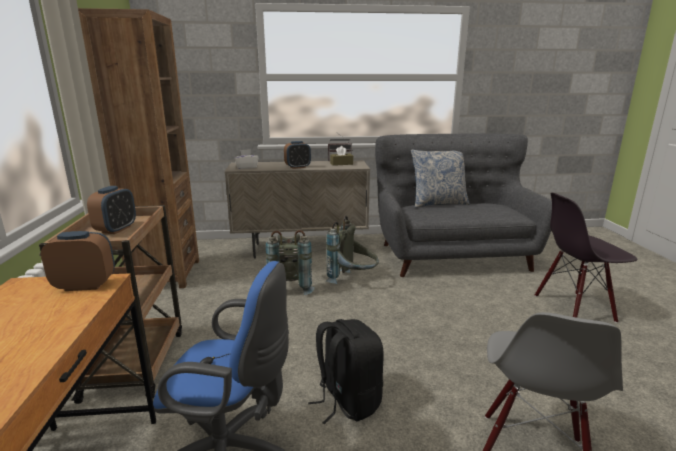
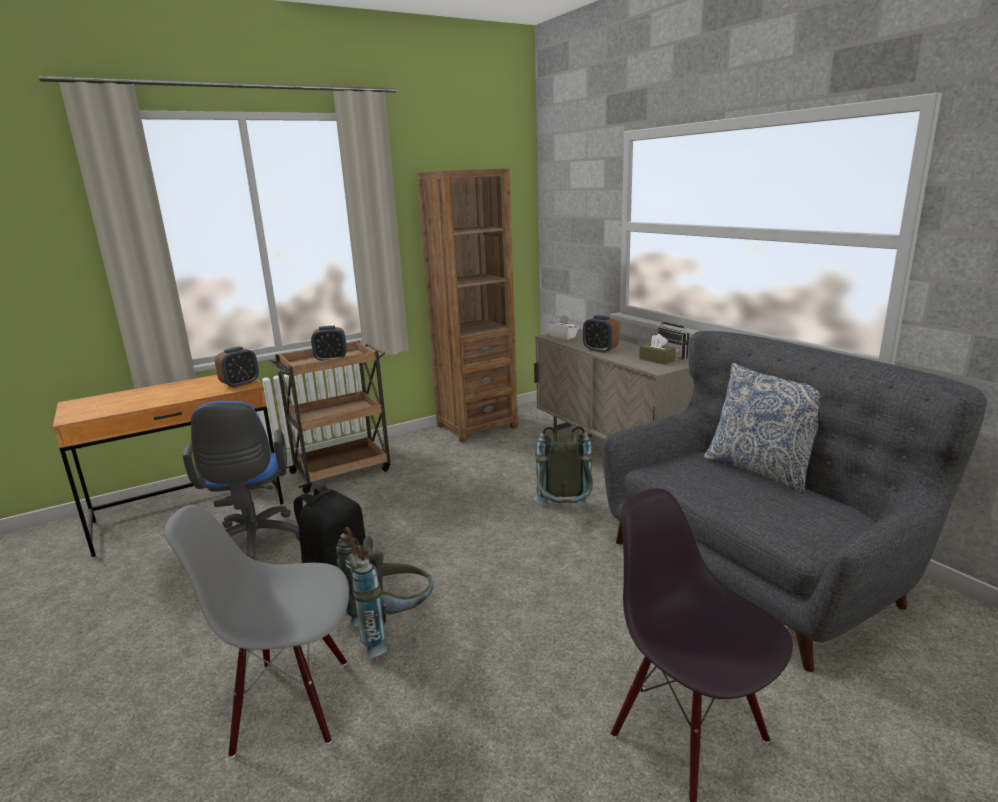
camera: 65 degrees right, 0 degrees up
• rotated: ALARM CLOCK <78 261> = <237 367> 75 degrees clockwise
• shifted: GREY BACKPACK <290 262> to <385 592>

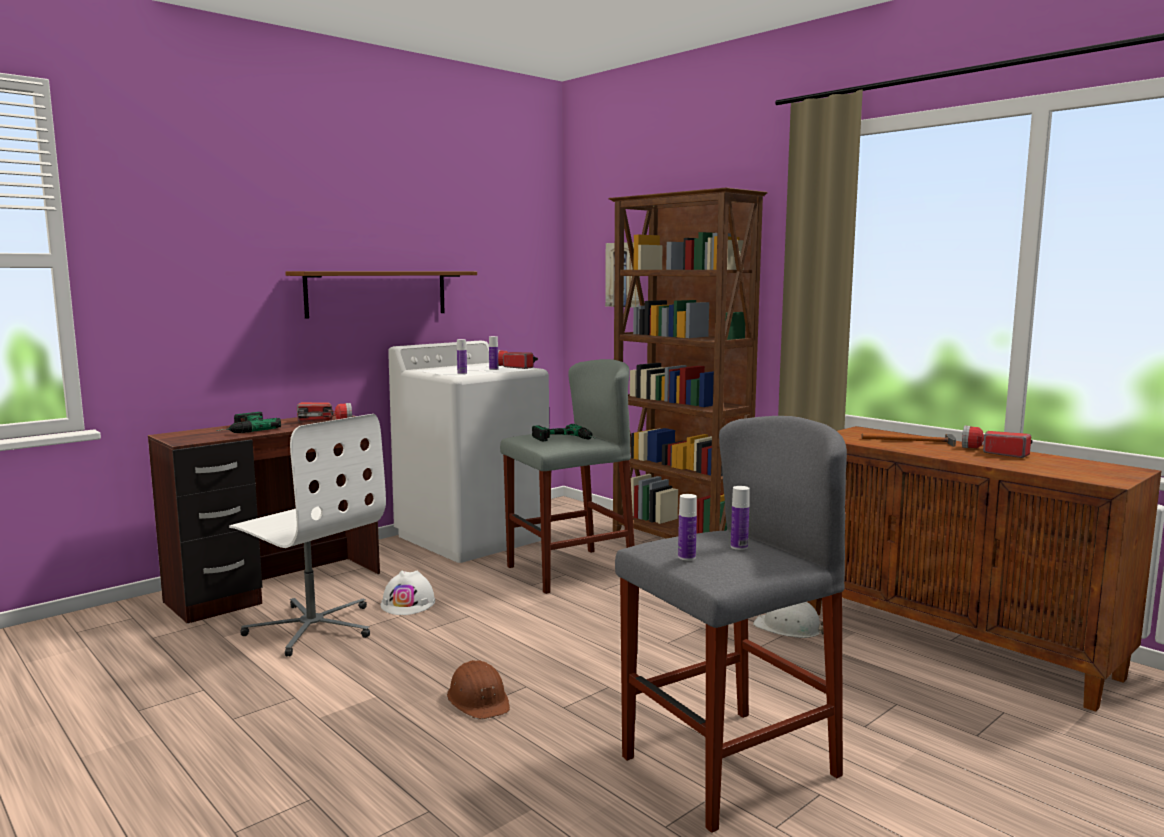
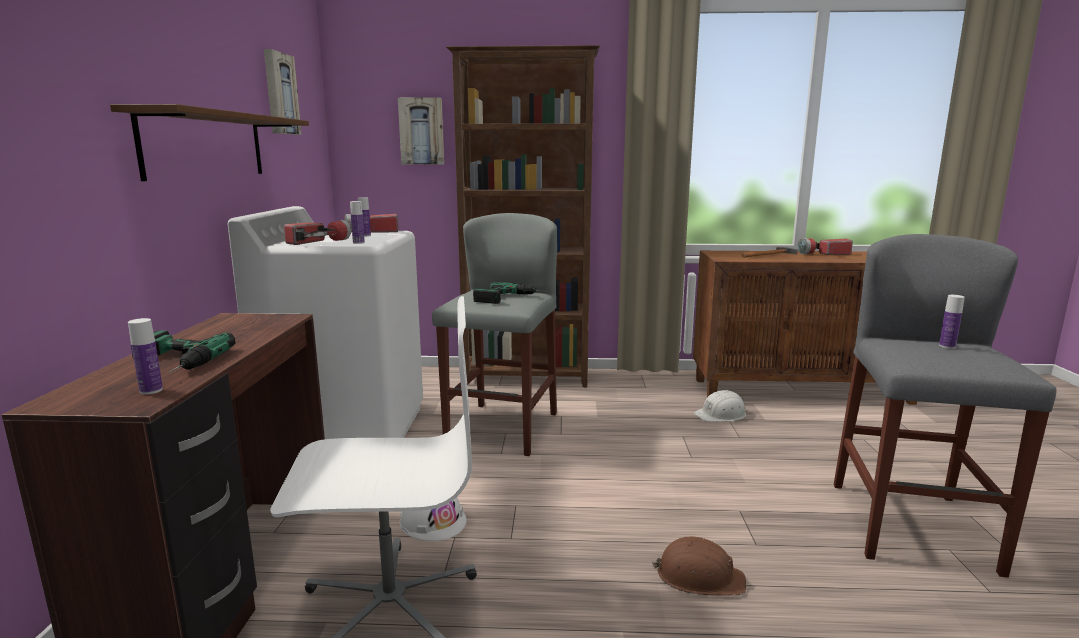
camera: 45 degrees left, 5 degrees up
• shifted: FLASHLIGHT <324 412> to <317 232>
• shifted: BOTTLE <687 527> to <145 356>
• new: PICTURE <283 92>

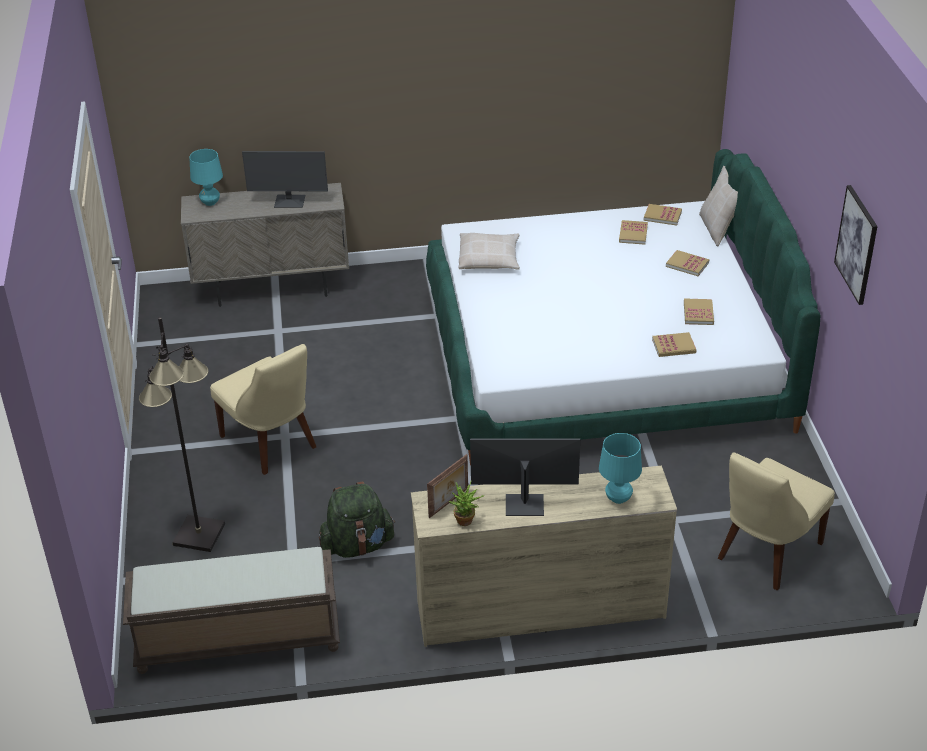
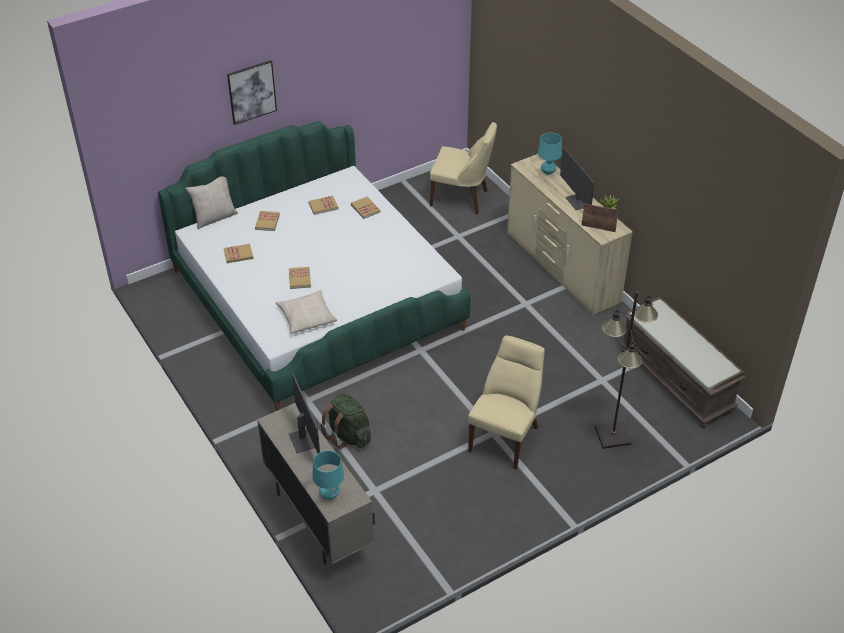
camera: 115 degrees left, 5 degrees up
• shifted: GREEN BACKPACK <357 519> to <345 421>
• shifted: BOOK <662 215> to <300 278>
• shifted: PICTURE <855 245> to <252 92>

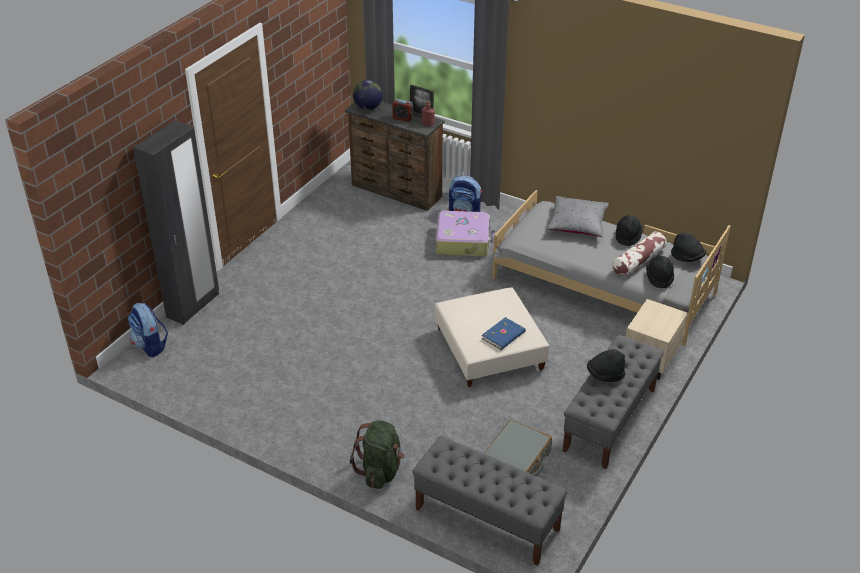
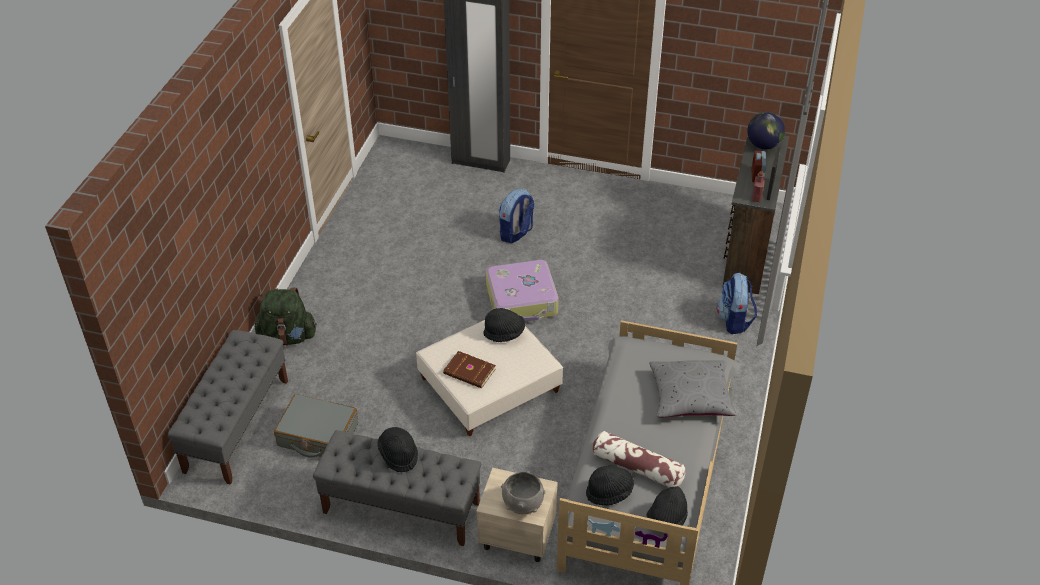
camera: 75 degrees right, 5 degrees up
• shifted: BACKPACK <148 329> to <517 215>
• shifted: SUITCASE <465 234> to <522 290>
• repainted: BLUE BOOK <504 333> to BROWN BOOK <469 370>
• shifted: BLACK HAT <629 230> to <504 325>
• new: GREY BOWL <523 492>

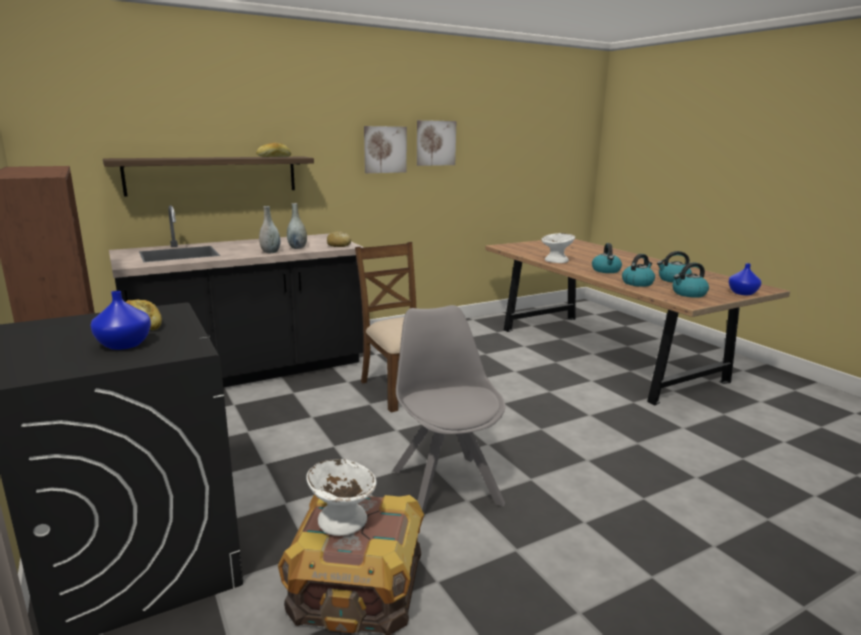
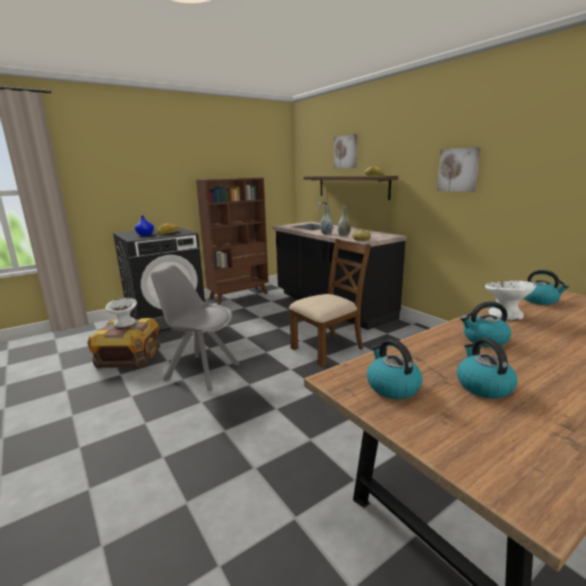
camera: 85 degrees right, 0 degrees up
• rotated: GREY CHAIR <448 411> = <195 328> 135 degrees counterclockwise
• shifted: PICTURE <436 143> to <345 151>
• shifted: KETTLE <638 270> to <546 287>
• gone: BLUE VASE <745 279>

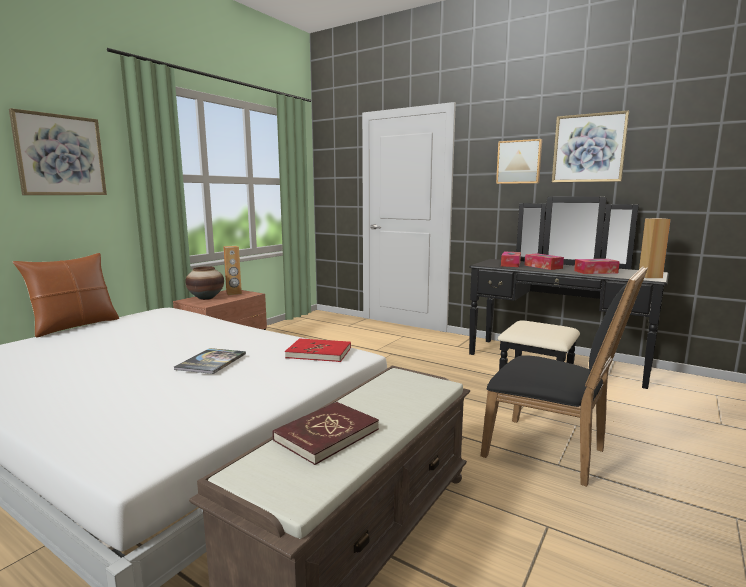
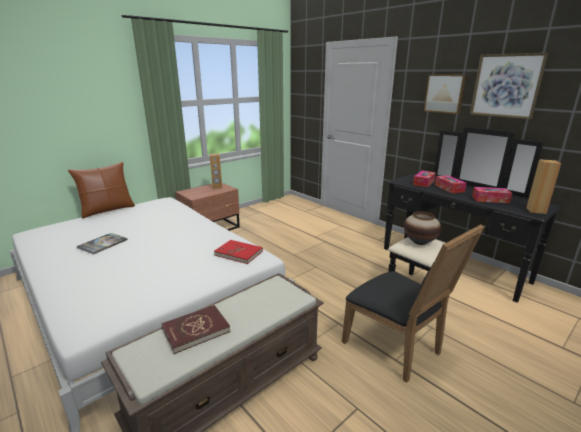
camera: 15 degrees right, 10 degrees up
• gone: PICTURE <58 151>
• shifted: BOOK <210 361> to <102 243>
• shifted: VASE <204 283> to <422 228>

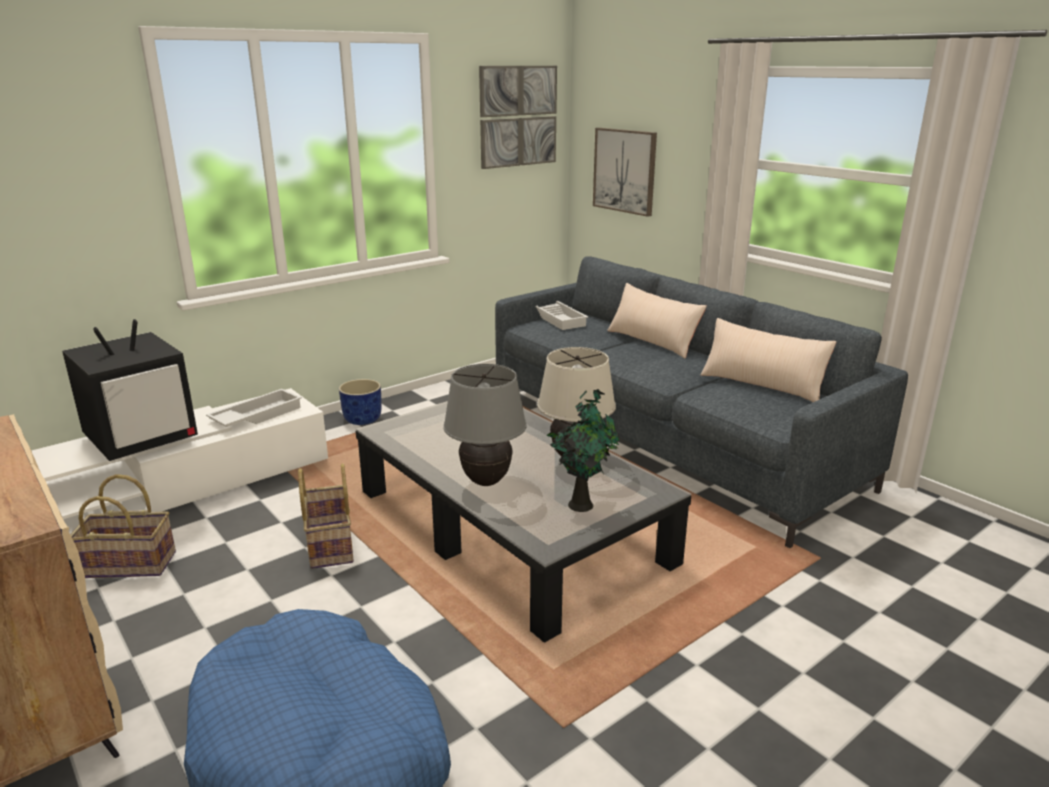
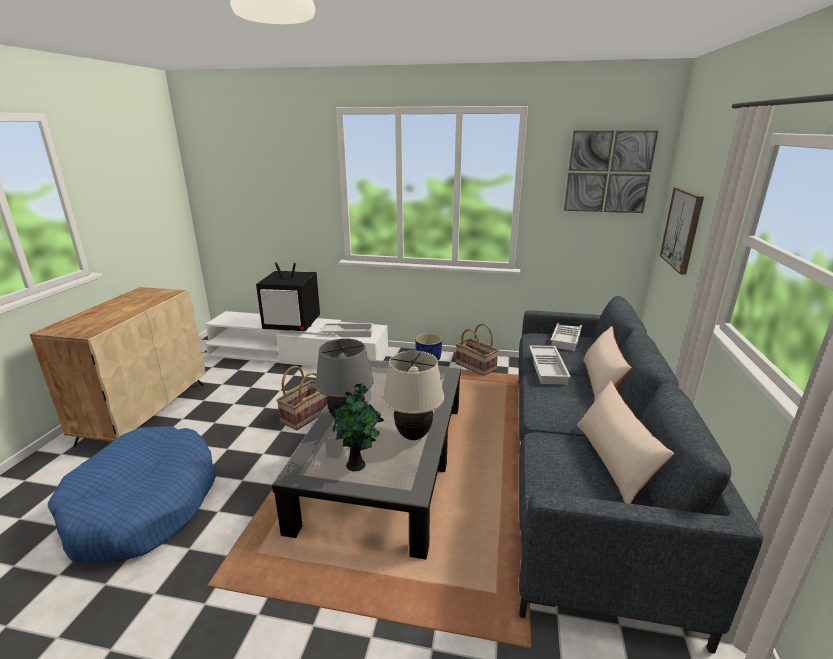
camera: 50 degrees right, 0 degrees up
• shifted: BASKET <123 526> to <477 349>
• new: WHITE TRAY <550 365>

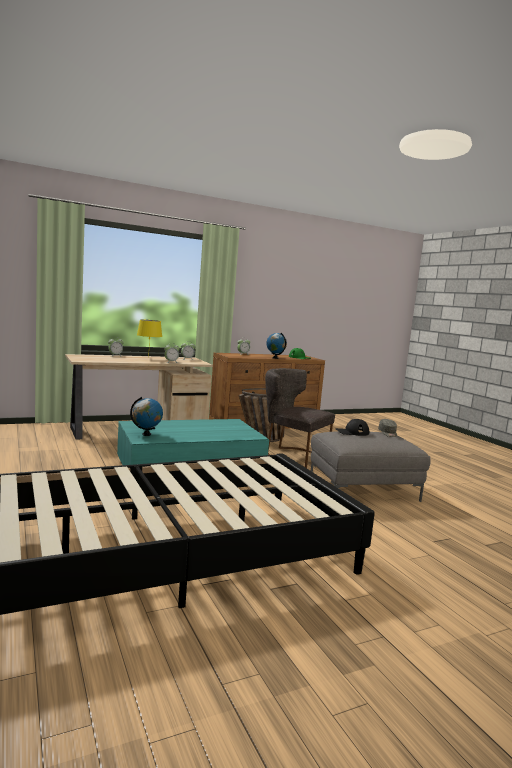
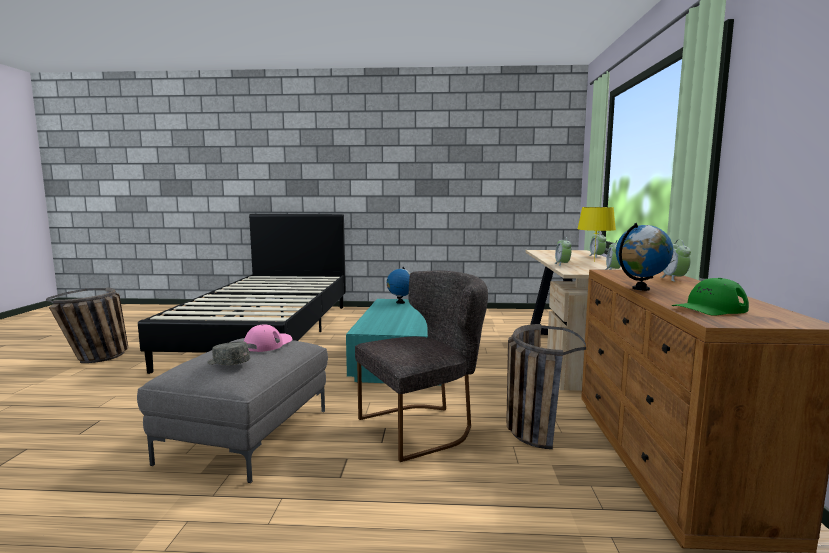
camera: 120 degrees right, 0 degrees up
• repainted: BLACK CAP <352 427> to PINK CAP <268 338>
• new: BASKET <87 325>

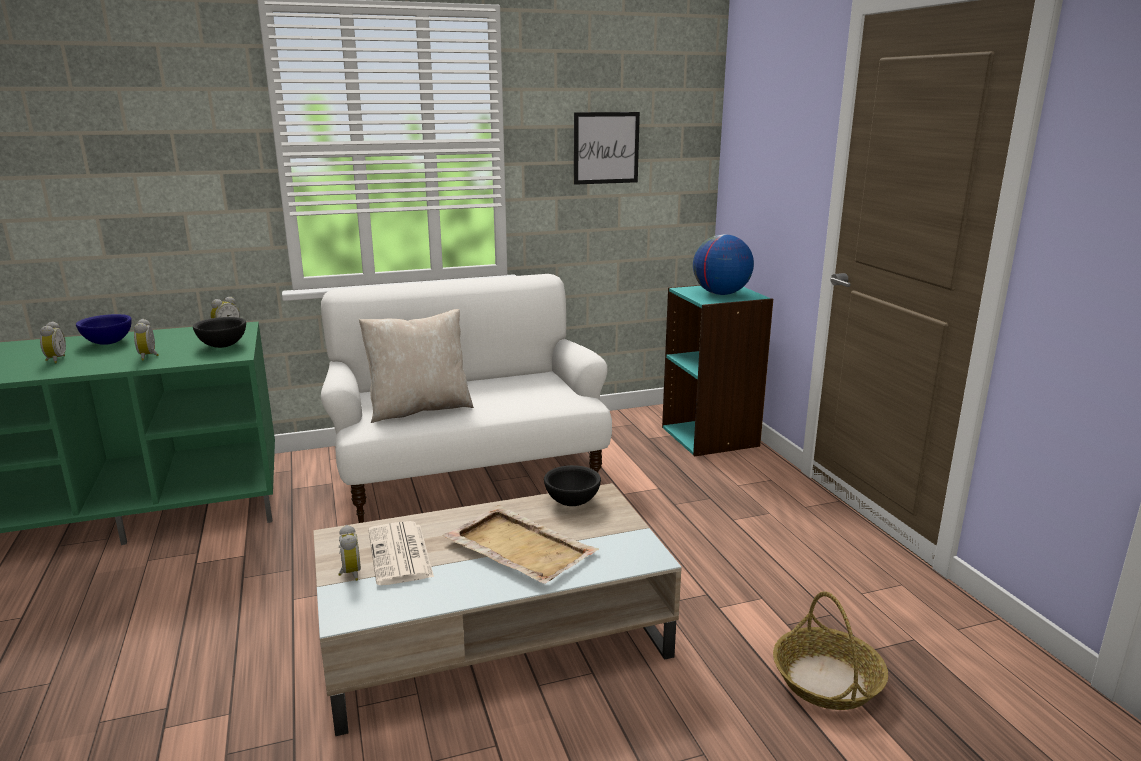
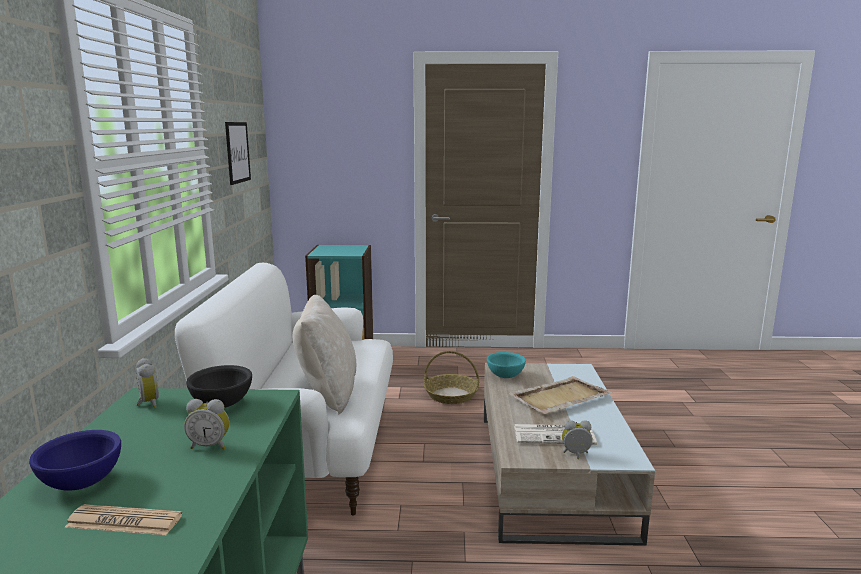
camera: 70 degrees left, 5 degrees down
• swapped: ALARM CLOCK <53 342> to NEWSPAPER <123 519>
• repainted: BLACK BOWL <572 485> to TURQUOISE BOWL <506 365>
• gone: GLOBE <723 264>
• shifted: BASKET <830 650> to <451 377>

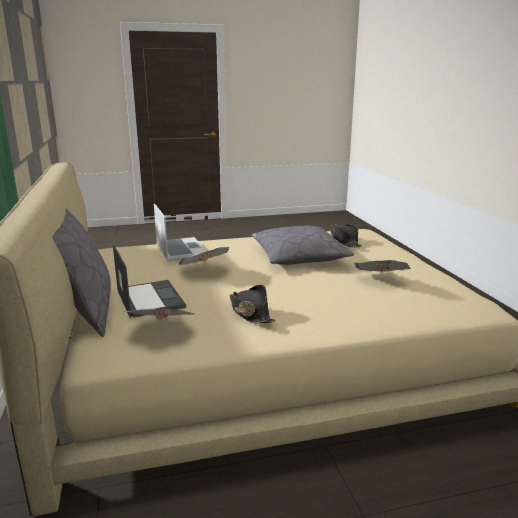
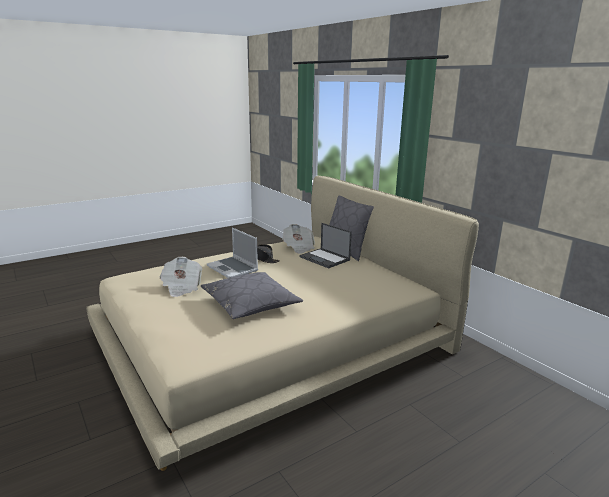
camera: 160 degrees right, 0 degrees up
• shifted: LAPTOP <180 232> to <232 252>
• gone: NEWSPAPER <204 256>
• gone: BLACK HAT <346 236>

